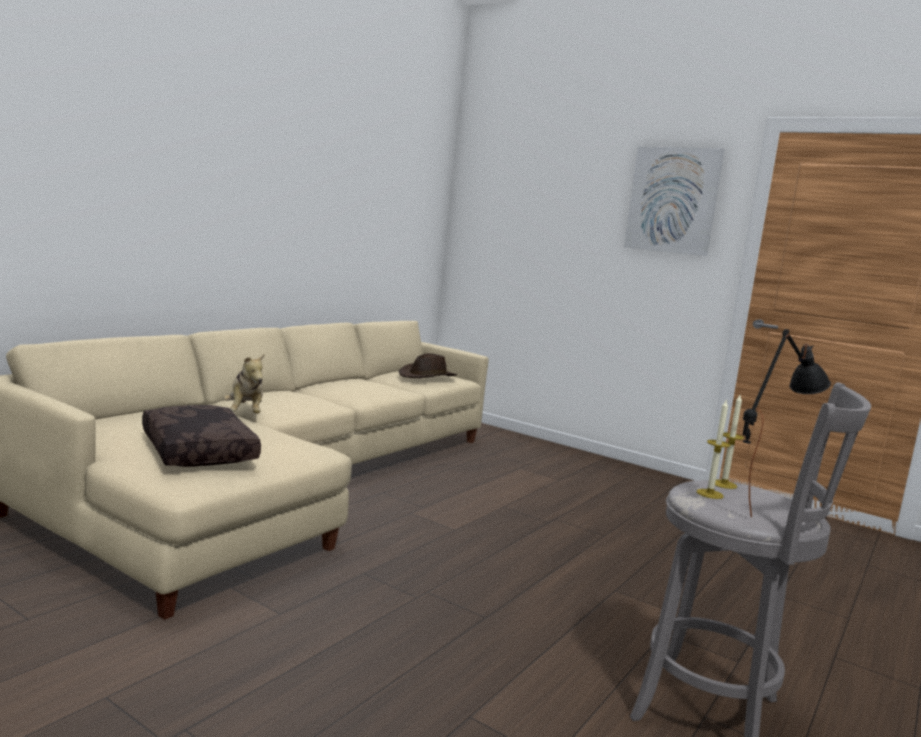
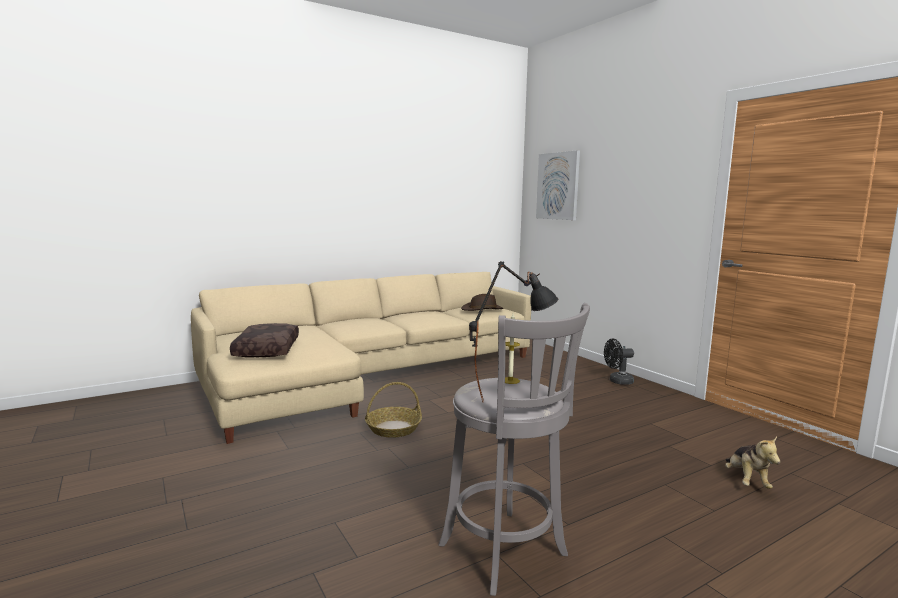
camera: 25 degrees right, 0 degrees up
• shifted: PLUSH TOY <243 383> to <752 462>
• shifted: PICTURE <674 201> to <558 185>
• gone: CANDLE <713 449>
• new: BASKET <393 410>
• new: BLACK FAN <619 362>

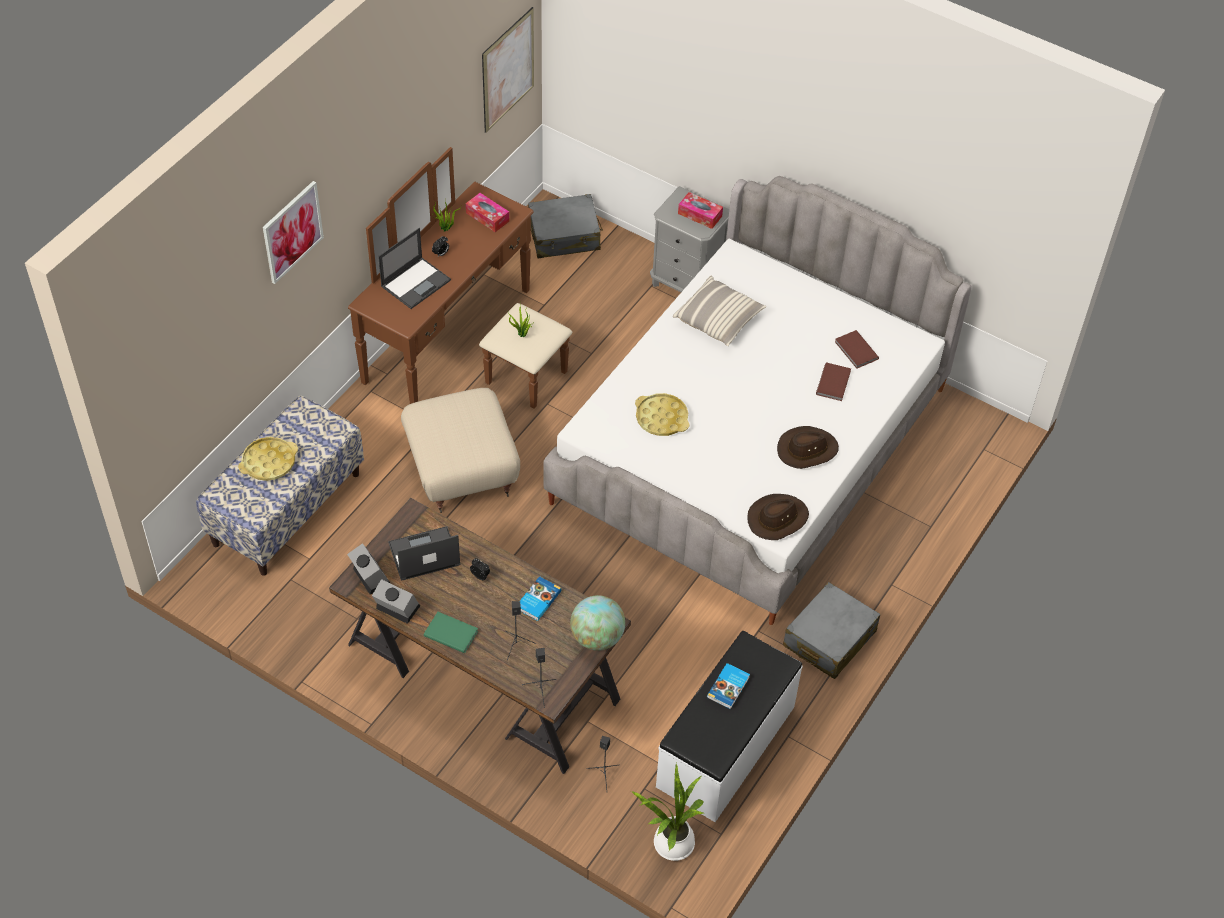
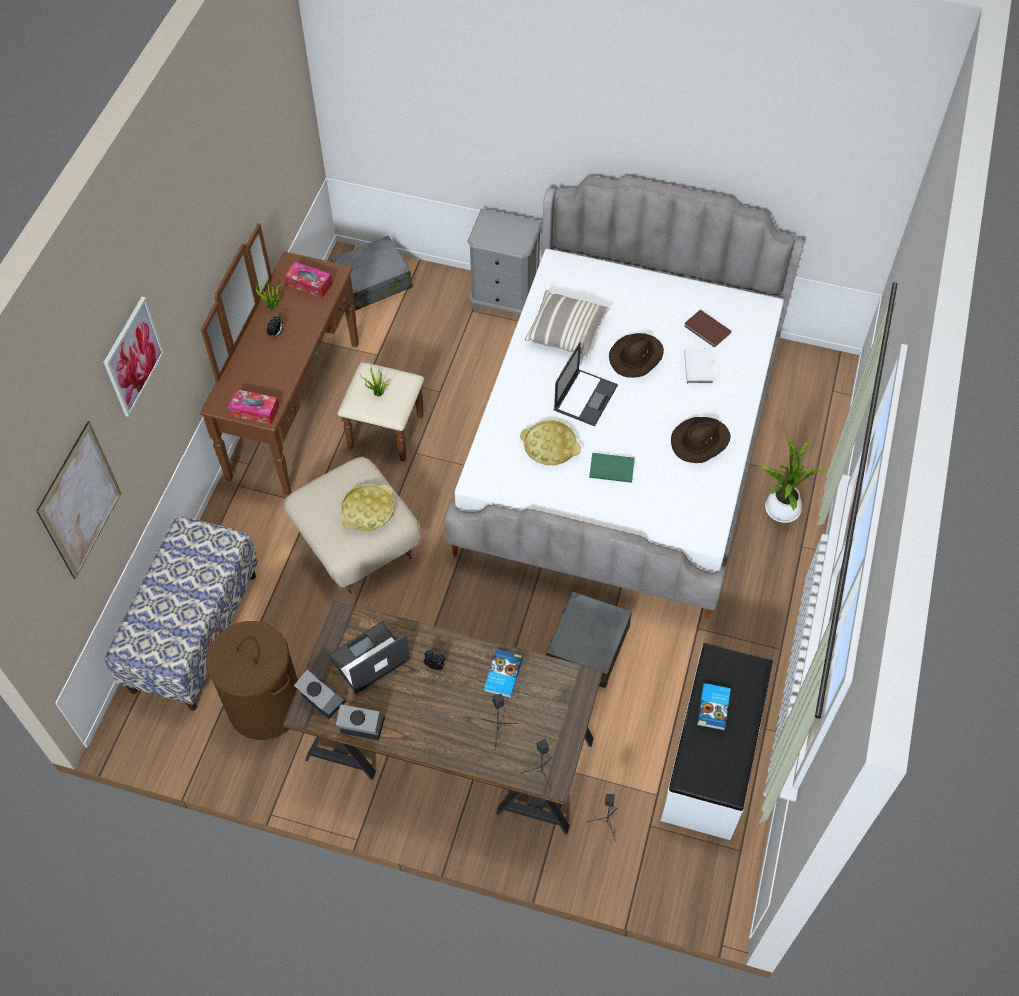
camera: 15 degrees left, 5 degrees up
• shifted: YELLOW TRAY <268 459> to <367 507>
• shifted: LAPTOP <414 268> to <586 384>
• shifted: GREEN BOOK <451 632> to <612 468>
• shifted: PICTURE <508 70> to <78 500>
• gone: GLOBE <597 623>
• shifted: POTTED PLANT <667 812> to <792 478>
• shifted: TISSUE BOX <700 210> to <253 407>
• shifted: BROWN HAT <778 517> to <636 355>
• shifted: GREY SUITCASE <831 630> to <589 640>
• repainted: BROWN BOOK <833 382> to WHITE BOOK <699 366>
• new: BROWN LAUNDRY BASKET <252 680>

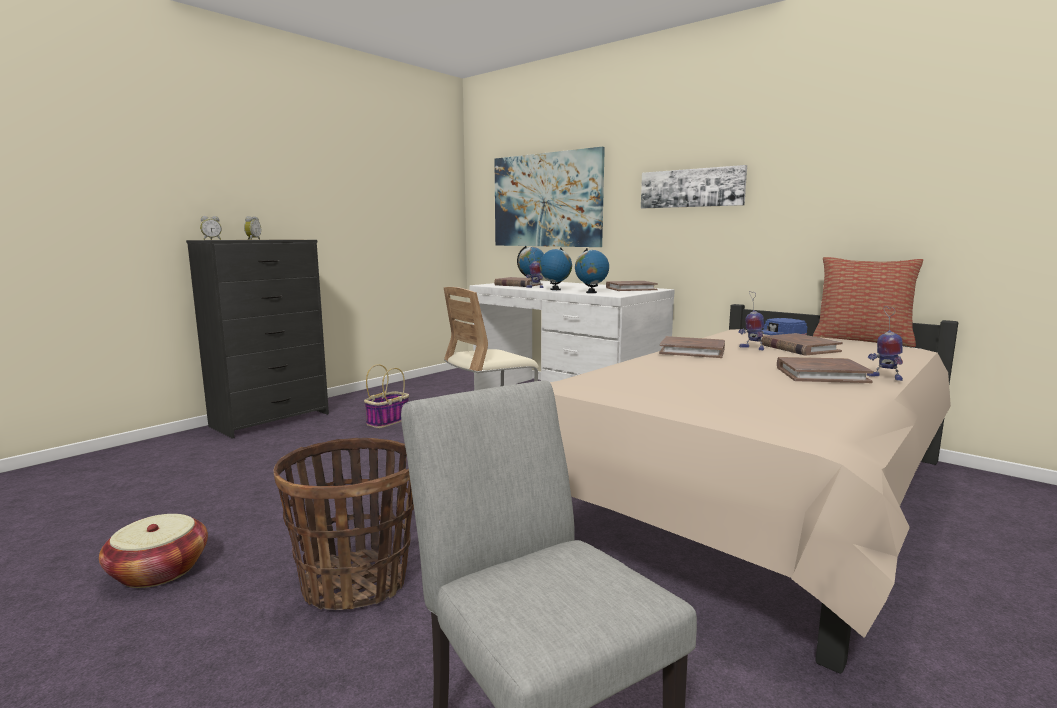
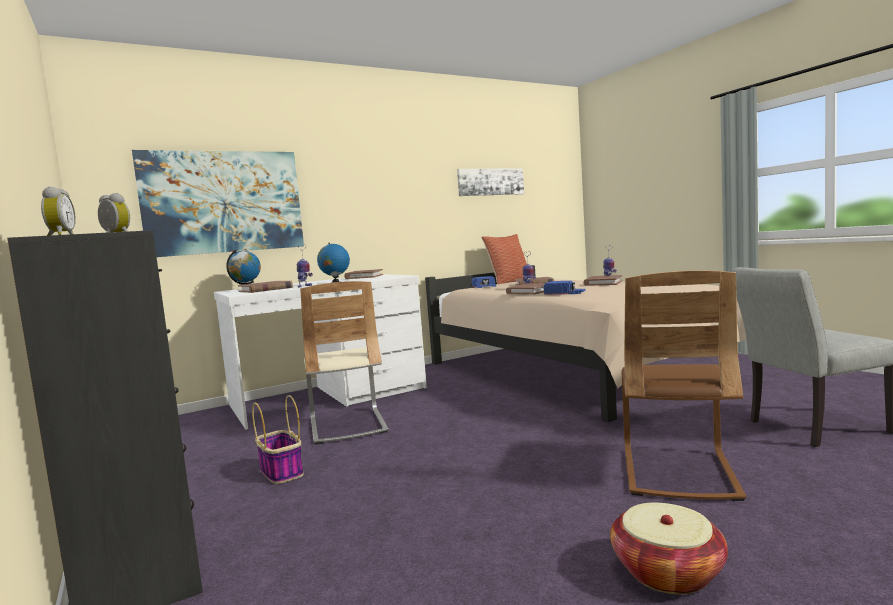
camera: 70 degrees left, 5 degrees down
• swapped: BASKET <344 524> to BROWN CHAIR <683 386>
• gone: GLOBE <592 270>
• shifted: PICTURE <694 186> to <490 182>
• new: BLUE CAP <565 288>

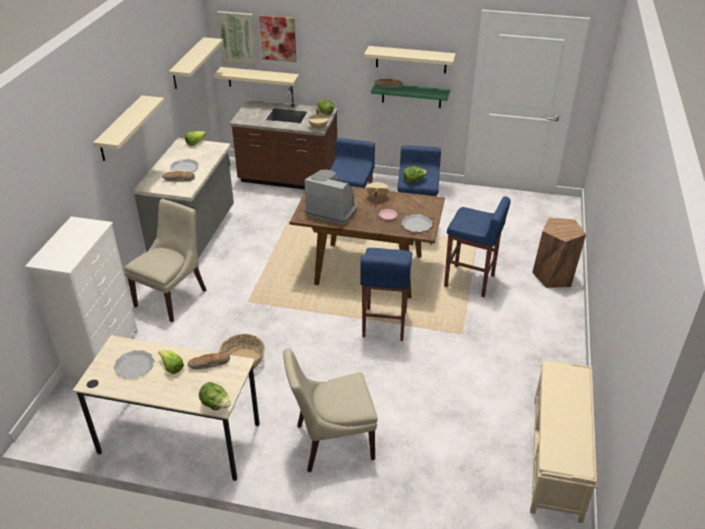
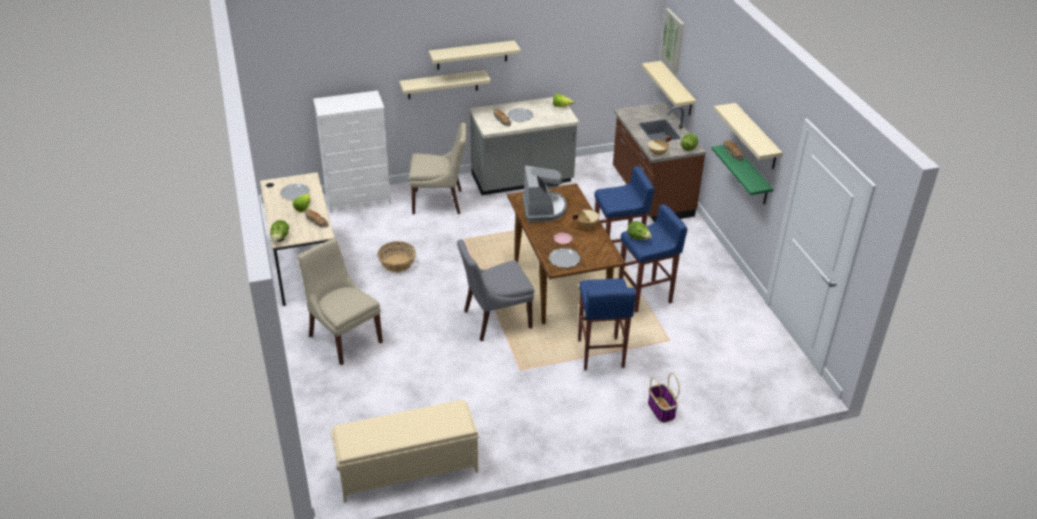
camera: 60 degrees right, 0 degrees up
• shifted: BEIGE SHELF <196 63> to <445 84>
• gone: PICTURE <278 38>
• swapped: BLUE STOOL <386 294> to GREY CHAIR <495 290>
• swapped: BROWN STOOL <559 253> to BASKET <664 398>

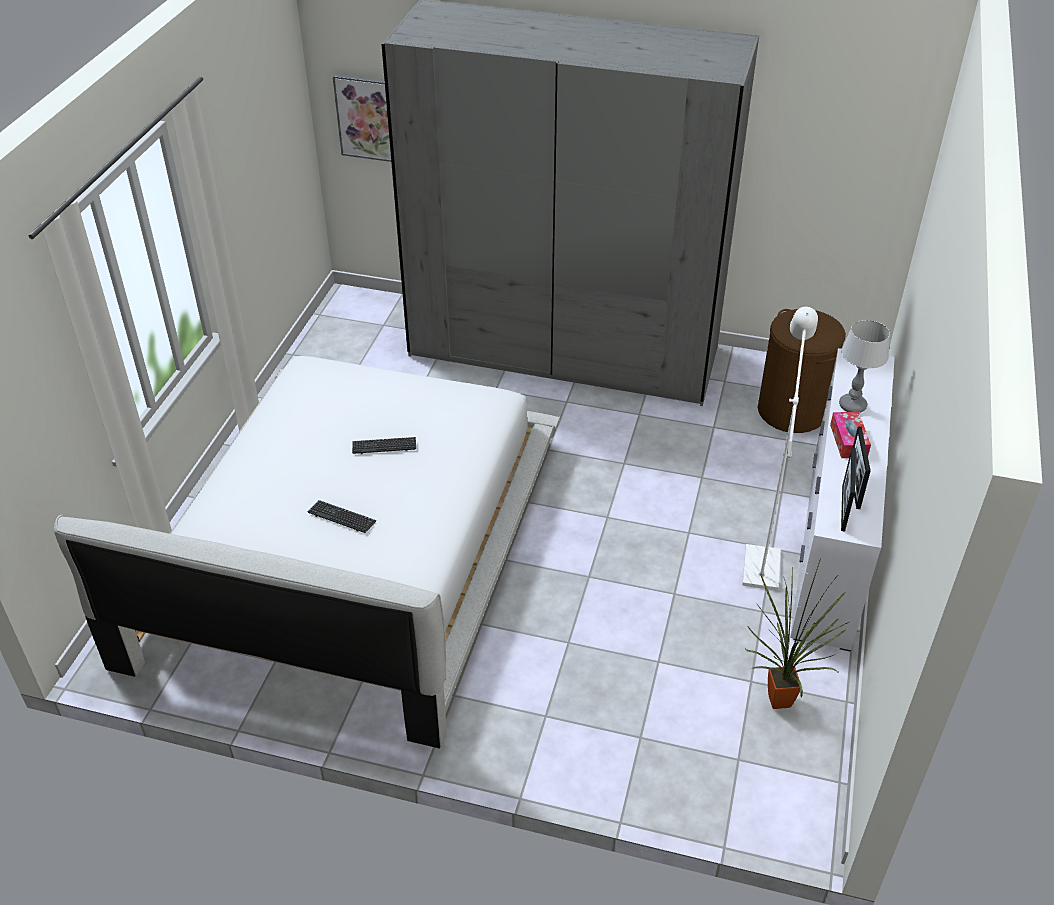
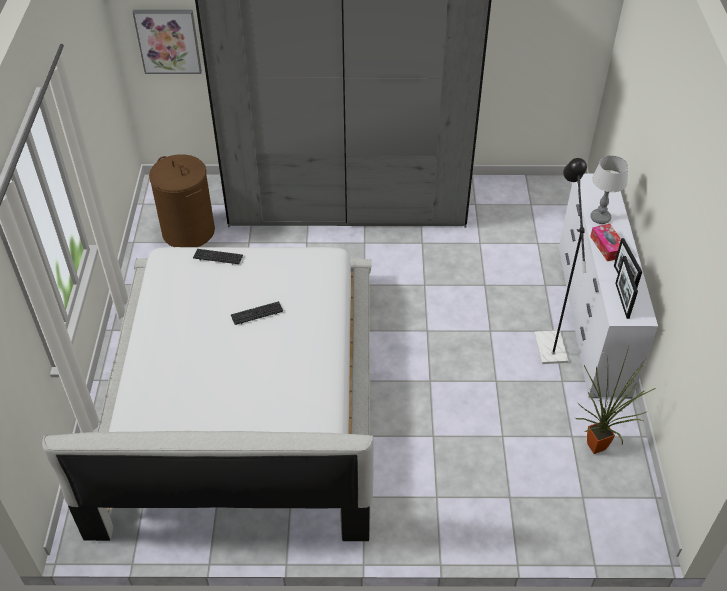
camera: 15 degrees left, 5 degrees up
• shifted: KEYBOARD <341 516> to <218 256>
• repainted: WHITE FLOOR LAMP <780 449> to BLACK FLOOR LAMP <560 261>
• shifted: BROWN LAUNDRY BASKET <802 371> to <182 200>

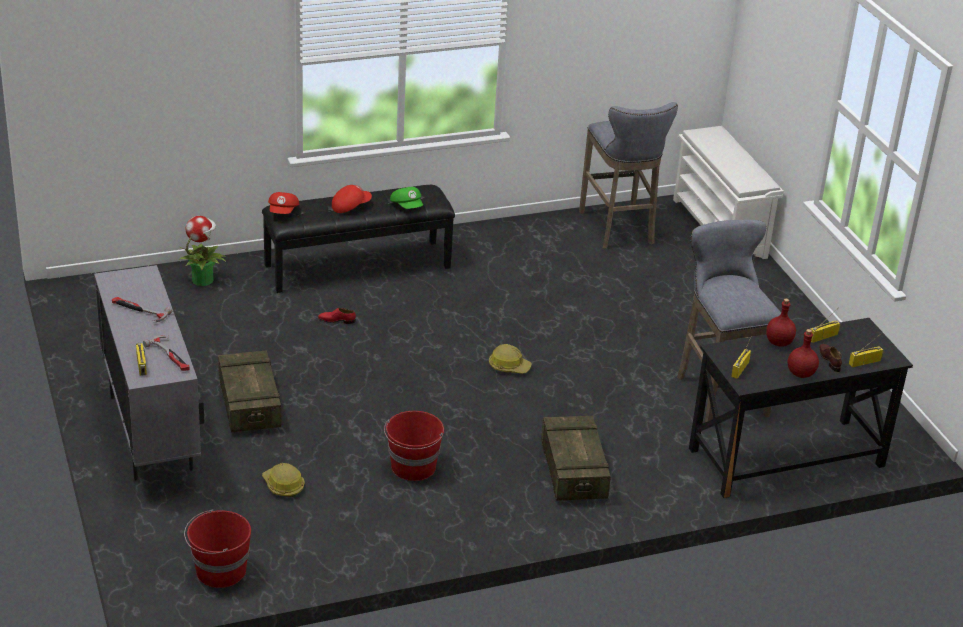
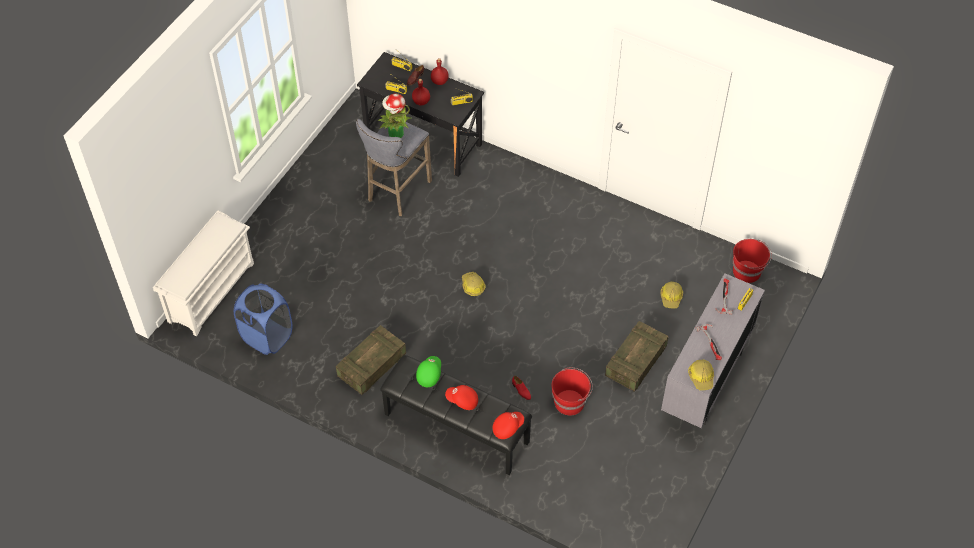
camera: 130 degrees left, 20 degrees up
• shifted: POTTED PLANT <202 251> to <394 115>
• shifted: RED BUCKET <414 446> to <572 391>
• shifted: CRATE <576 458> to <371 360>
• swapped: GREY STOOL <628 175> to BLUE LAUNDRY BASKET <263 319>
• new: HARD HAT <701 375>

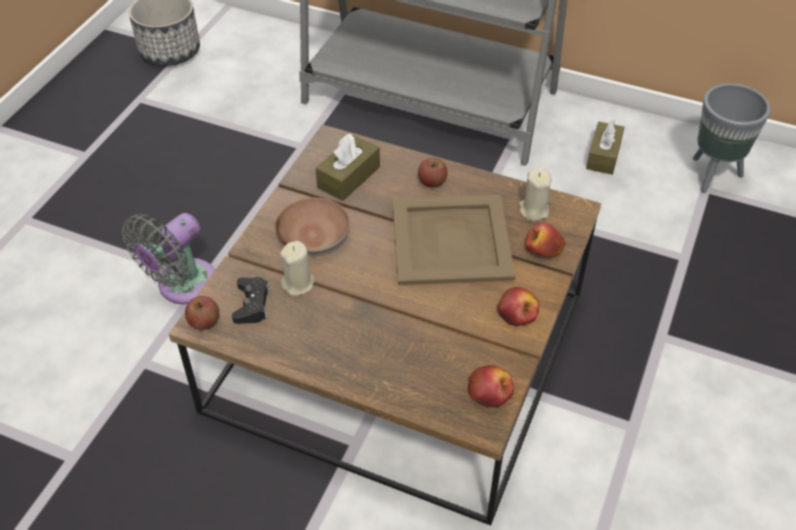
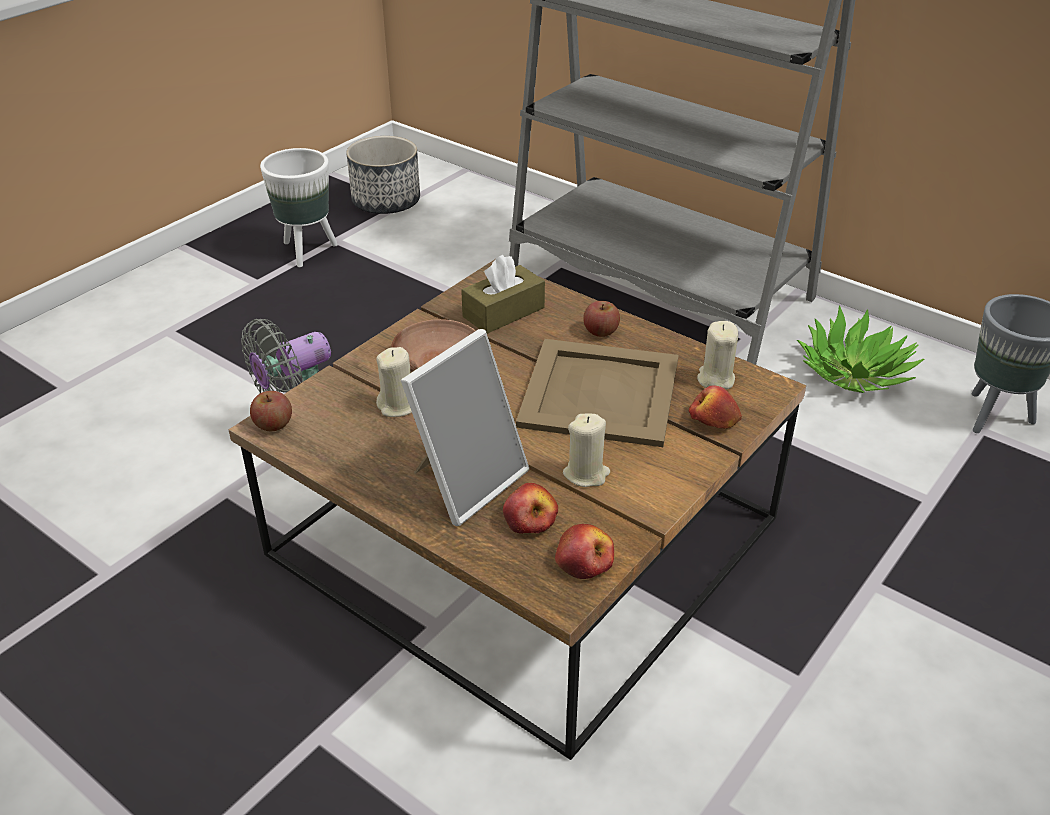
camera: 15 degrees right, 10 degrees down
• gone: BLACK GAME CONTROLLER <251 300>
• shifted: APPLE <518 306> to <530 508>
• swapped: BROWN TISSUE BOX <605 147> to POTTED PLANT <860 349>
• new: WHITE PLANTER <299 207>
• new: PICTURE FRAME <465 427>
• new: BEIGE CANDLE <586 450>

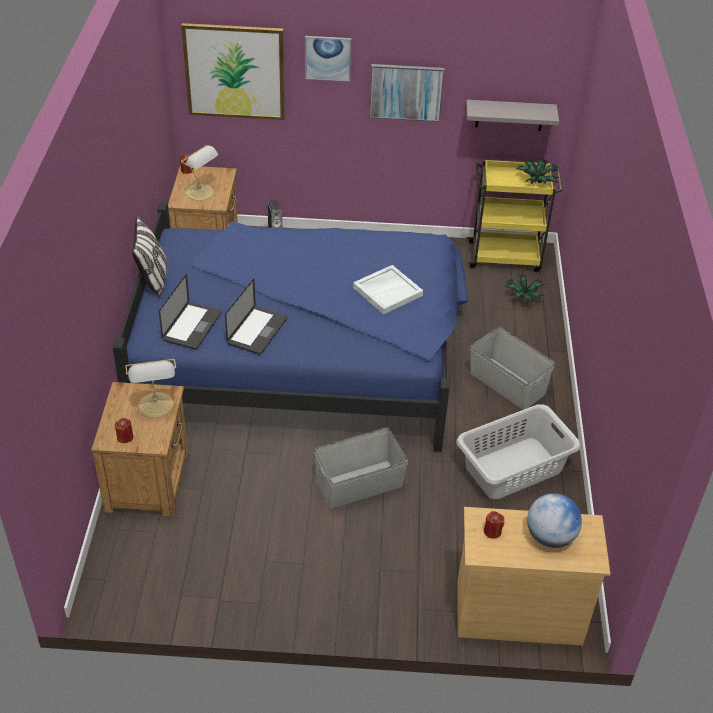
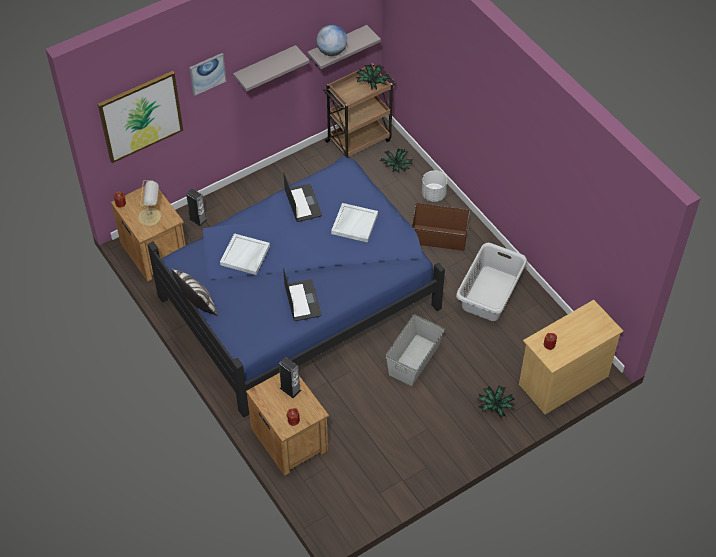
camera: 35 degrees left, 10 degrees up
• swapped: TABLE LAMP <151 388> to SPEAKER <290 377>
• shifted: LAPTOP <190 312> to <303 197>
• swapped: PICTURE <406 93> to GREY SHELF <271 68>
• repainted: YELLOW CART <514 215> to BROWN CART <359 110>
• repainted: GREY STORAGE BOX <512 368> to BROWN STORAGE BOX <441 227>
• shifted: GLOBE <554 520> to <331 40>
• new: WHITE TRAY <245 254>
• new: WHITE PLANTER <434 186>
• new: POTTED PLANT <495 401>

